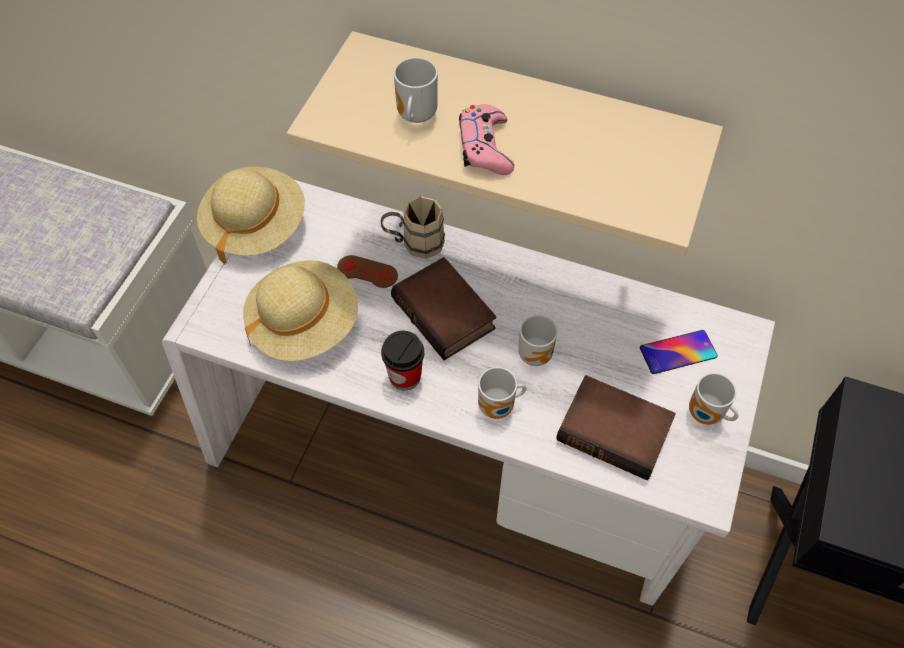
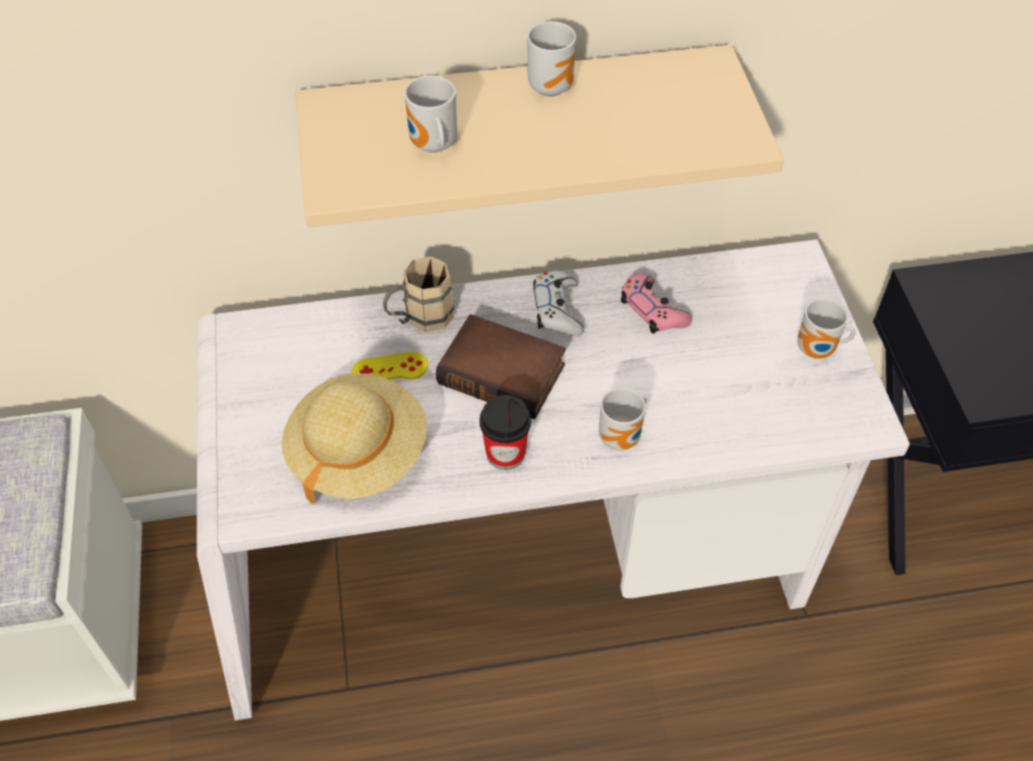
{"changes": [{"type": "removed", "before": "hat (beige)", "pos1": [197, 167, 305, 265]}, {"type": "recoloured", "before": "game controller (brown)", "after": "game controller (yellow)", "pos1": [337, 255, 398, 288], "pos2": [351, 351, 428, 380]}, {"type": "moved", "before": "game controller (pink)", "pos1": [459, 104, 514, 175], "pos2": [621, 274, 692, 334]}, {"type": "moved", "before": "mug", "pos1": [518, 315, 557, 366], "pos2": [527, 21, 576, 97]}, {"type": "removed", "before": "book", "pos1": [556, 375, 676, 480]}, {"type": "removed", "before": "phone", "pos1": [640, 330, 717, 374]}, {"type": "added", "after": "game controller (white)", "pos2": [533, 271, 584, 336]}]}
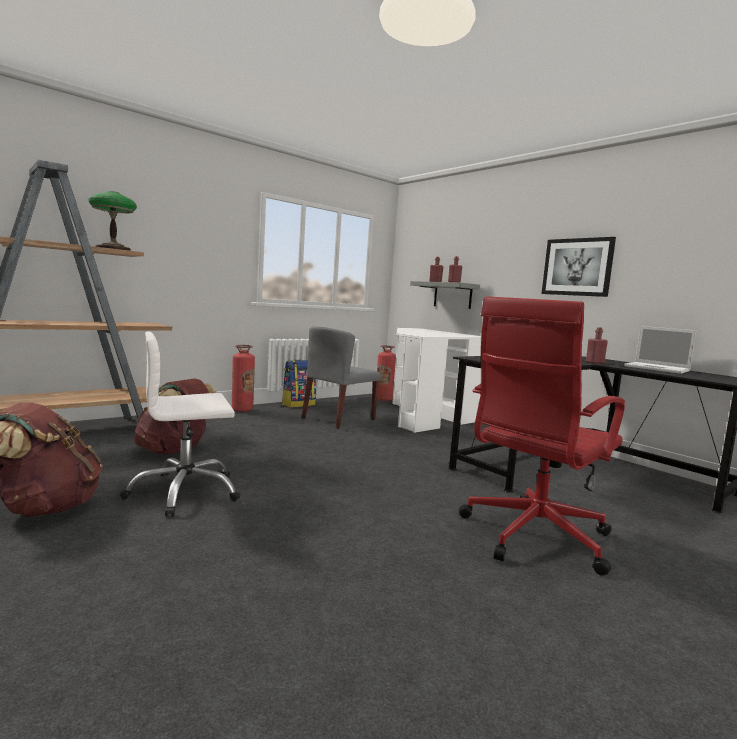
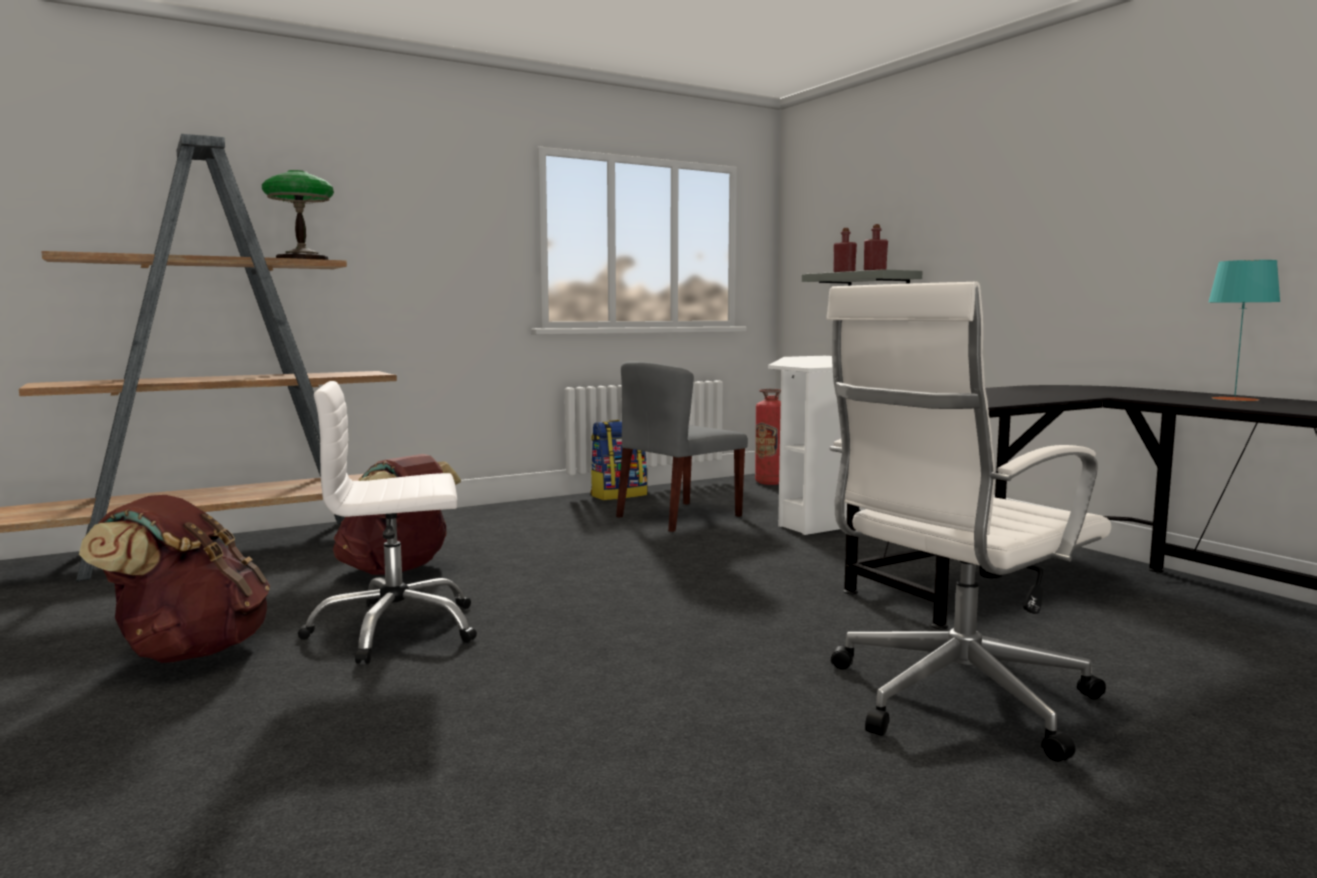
{"changes": [{"type": "removed", "before": "fire extinguisher", "pos1": [232, 345, 255, 412]}, {"type": "recoloured", "before": "office chair (red)", "after": "office chair (white)", "pos1": [459, 296, 625, 576], "pos2": [826, 282, 1111, 762]}, {"type": "removed", "before": "picture", "pos1": [542, 237, 616, 297]}, {"type": "removed", "before": "bottle (red)", "pos1": [586, 327, 608, 363]}, {"type": "replaced", "before": "laptop", "after": "table lamp (turquoise)", "pos1": [624, 326, 696, 374], "pos2": [1209, 260, 1281, 402]}]}
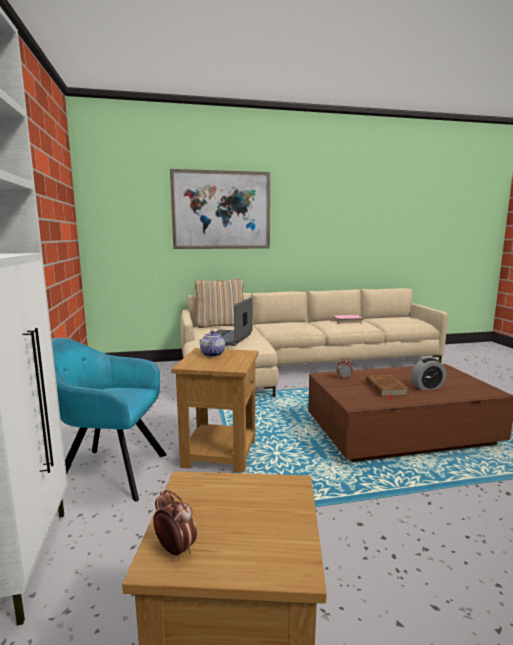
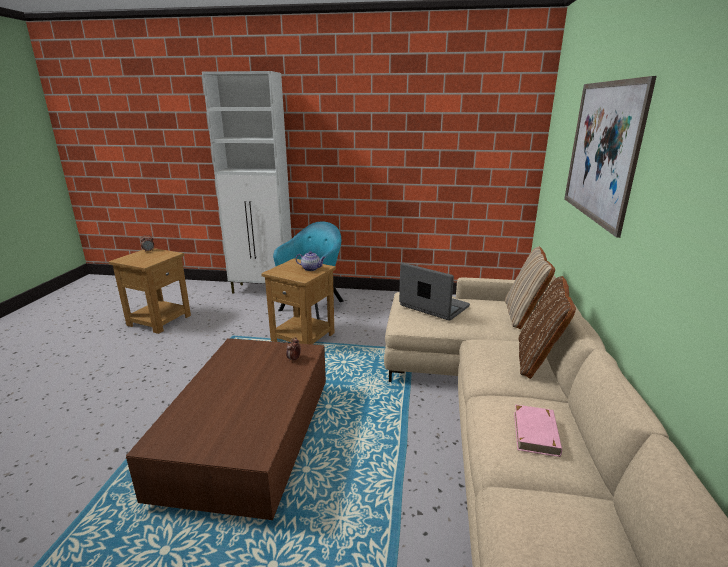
{"changes": [{"type": "removed", "before": "book (brown)", "pos1": [366, 375, 409, 400]}, {"type": "removed", "before": "alarm clock", "pos1": [411, 358, 447, 390]}, {"type": "added", "after": "pillow (brown)", "pos2": [518, 276, 576, 379]}]}
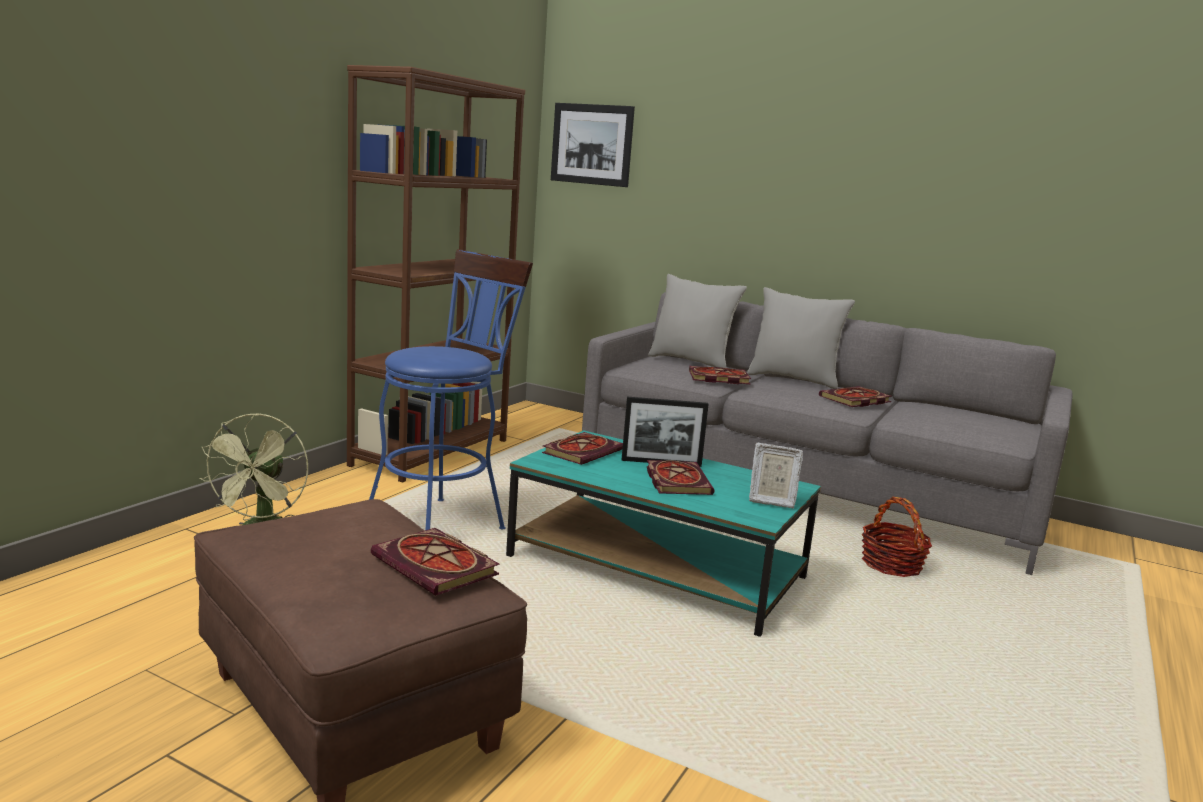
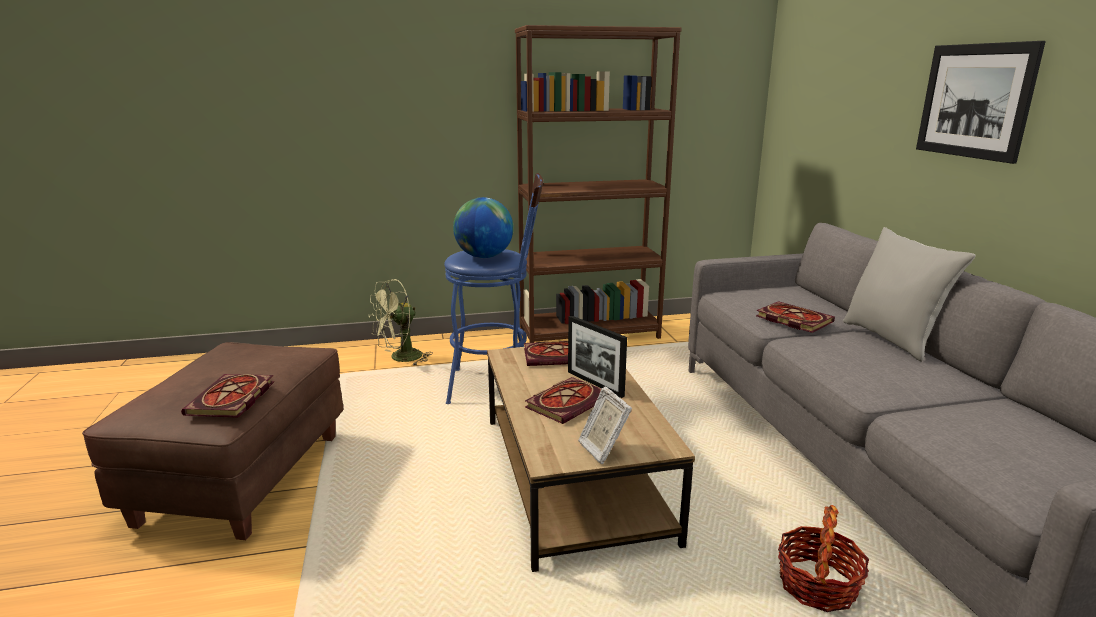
{"changes": [{"type": "recoloured", "before": "coffee table (turquoise)", "after": "coffee table (brown)", "pos1": [506, 430, 821, 637], "pos2": [487, 347, 695, 572]}, {"type": "moved", "before": "picture", "pos1": [551, 103, 635, 187], "pos2": [916, 41, 1046, 164]}, {"type": "removed", "before": "pillow (grey)", "pos1": [648, 274, 747, 368]}, {"type": "removed", "before": "book", "pos1": [819, 386, 892, 407]}, {"type": "added", "after": "globe", "pos2": [453, 197, 514, 258]}]}
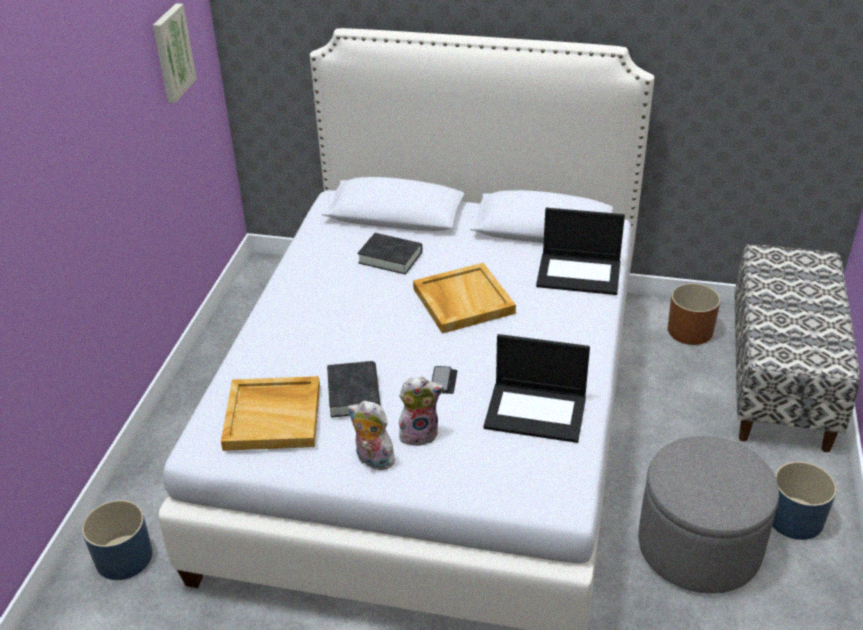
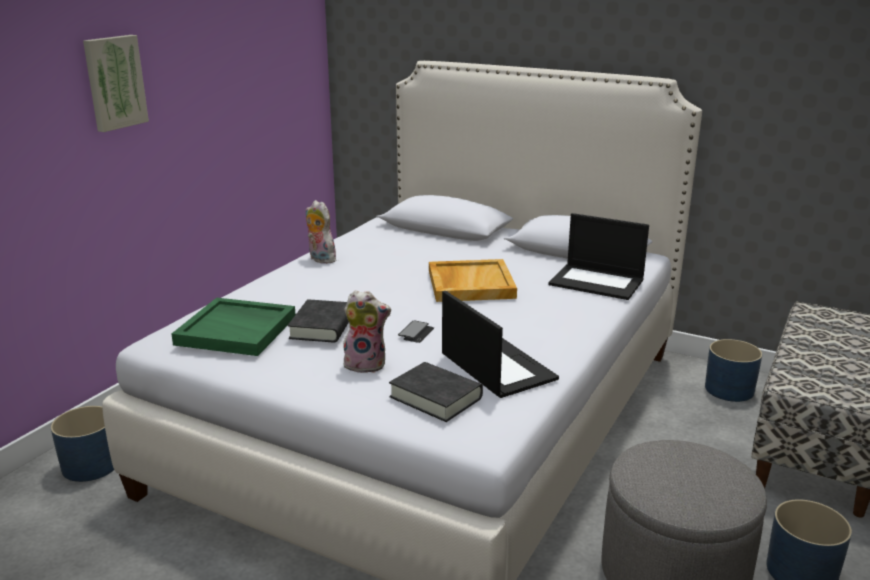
{"changes": [{"type": "moved", "before": "picture", "pos1": [153, 3, 197, 103], "pos2": [83, 35, 149, 132]}, {"type": "recoloured", "before": "tray (beige)", "after": "tray (green)", "pos1": [221, 376, 320, 451], "pos2": [171, 298, 296, 356]}, {"type": "moved", "before": "plush toy", "pos1": [347, 401, 397, 470], "pos2": [306, 200, 336, 264]}, {"type": "moved", "before": "book (black)", "pos1": [357, 233, 422, 275], "pos2": [389, 362, 483, 422]}, {"type": "turned", "before": "laptop", "pos1": [484, 334, 590, 443], "pos2": [442, 291, 559, 398], "turn": -150}, {"type": "recoloured", "before": "planter (brown)", "after": "planter (blue)", "pos1": [668, 283, 720, 345], "pos2": [705, 339, 762, 402]}]}
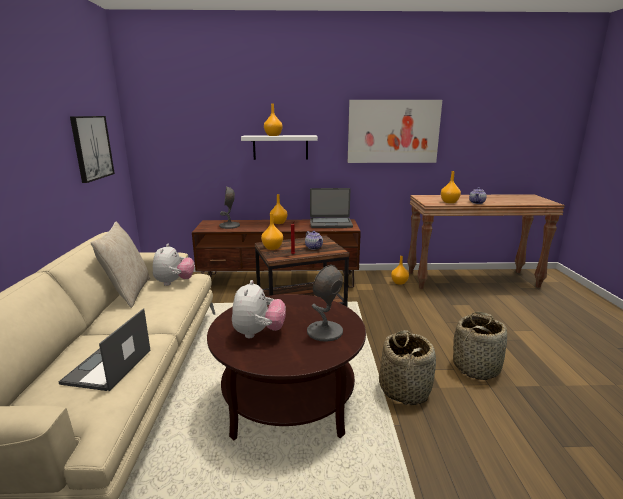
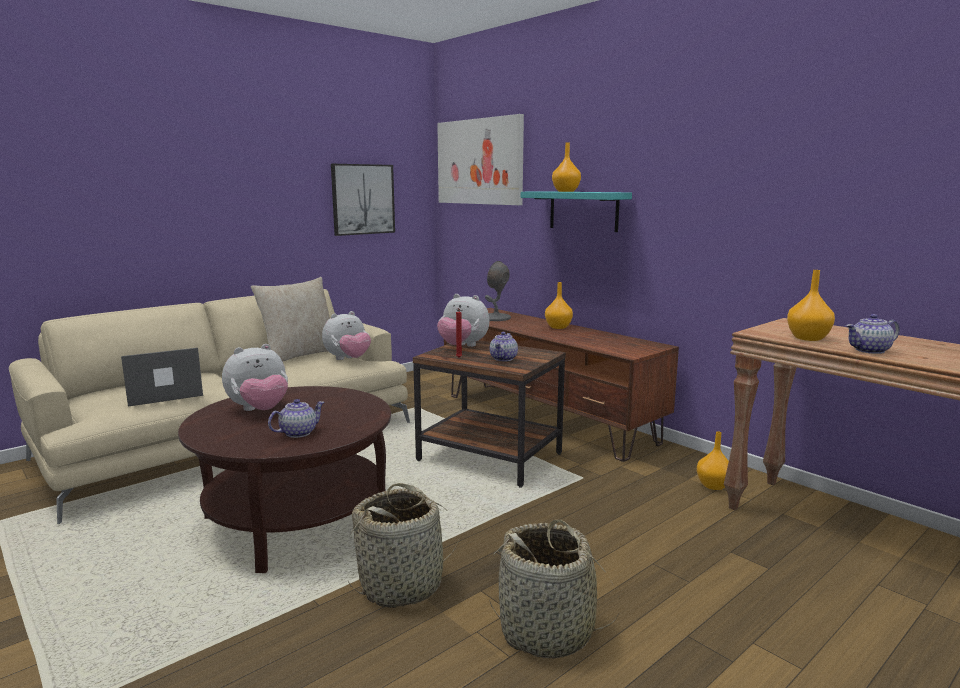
{"changes": [{"type": "recoloured", "before": "shelf (white)", "after": "shelf (turquoise)", "pos1": [241, 135, 318, 160], "pos2": [521, 191, 632, 232]}, {"type": "replaced", "before": "vase (orange)", "after": "plush toy", "pos1": [261, 213, 283, 250], "pos2": [437, 294, 489, 347]}, {"type": "replaced", "before": "table lamp (grey)", "after": "teapot", "pos1": [307, 265, 343, 342], "pos2": [268, 399, 325, 438]}, {"type": "removed", "before": "laptop", "pos1": [310, 188, 353, 228]}, {"type": "moved", "before": "picture", "pos1": [348, 100, 442, 163], "pos2": [437, 114, 524, 205]}]}
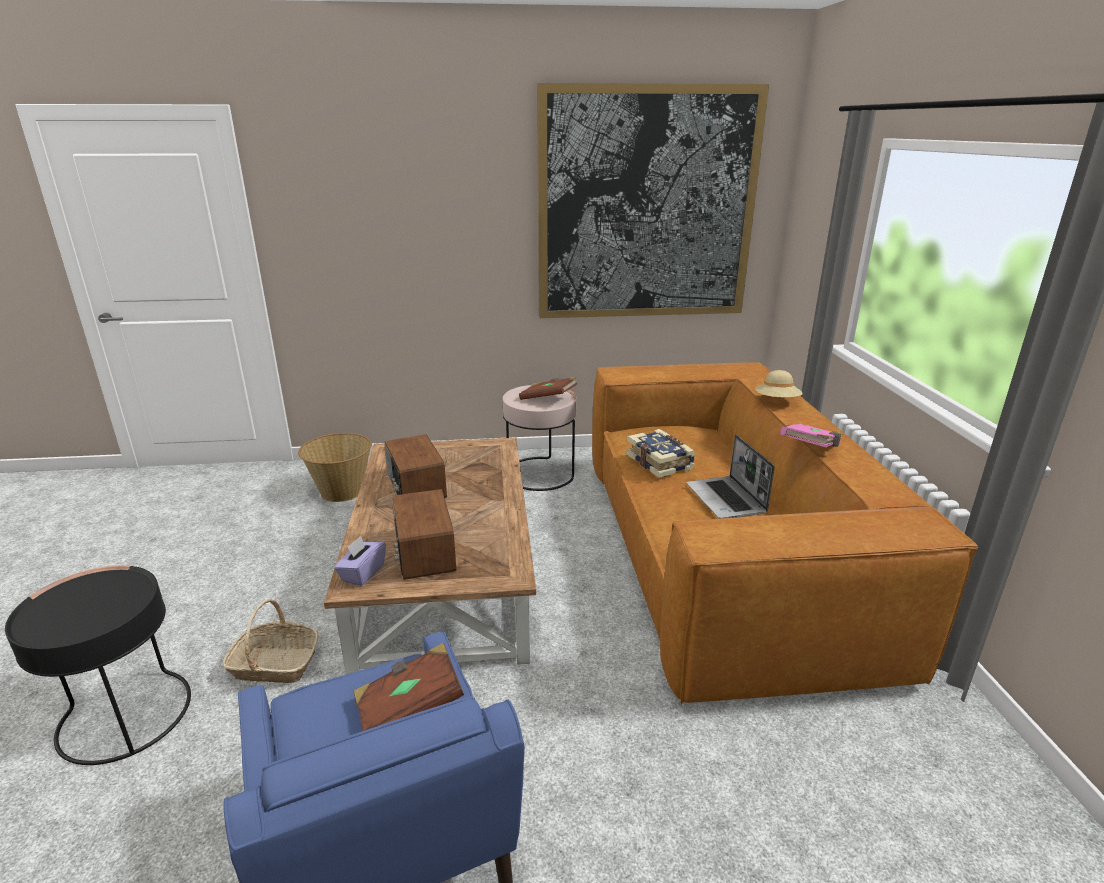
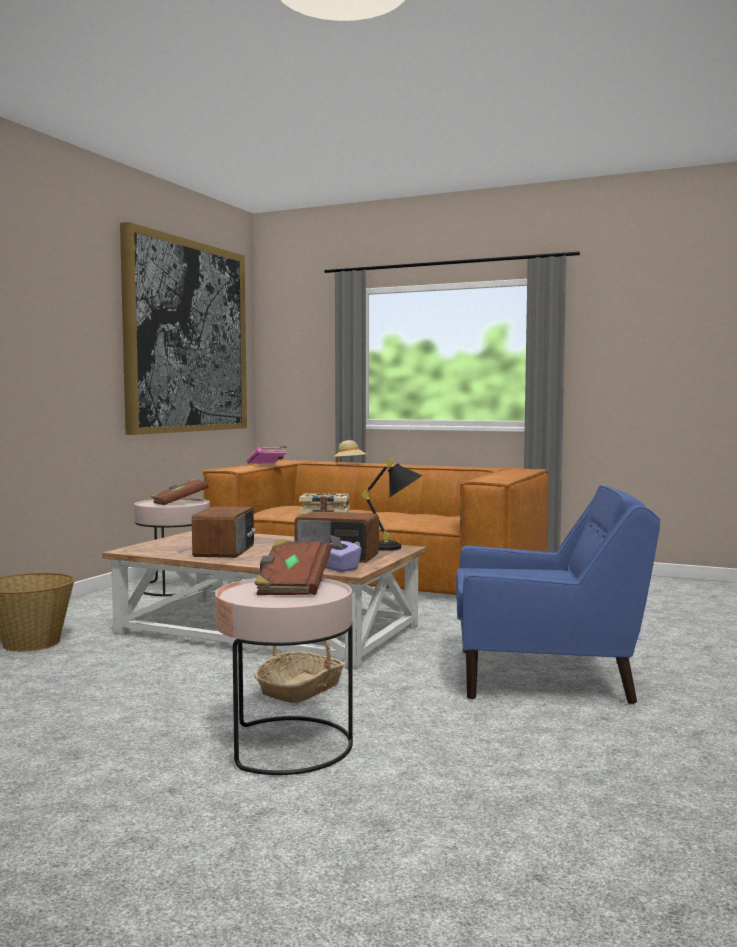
{"changes": [{"type": "recoloured", "before": "side table (black)", "after": "side table (pink)", "pos1": [5, 565, 191, 765], "pos2": [215, 578, 353, 775]}, {"type": "moved", "before": "book (brown)", "pos1": [354, 643, 464, 731], "pos2": [254, 539, 332, 595]}, {"type": "turned", "before": "radio", "pos1": [384, 434, 447, 498], "pos2": [192, 506, 256, 558], "turn": -90}, {"type": "removed", "before": "laptop", "pos1": [686, 435, 775, 519]}, {"type": "moved", "before": "book (pink)", "pos1": [780, 424, 844, 447], "pos2": [247, 446, 287, 463]}, {"type": "added", "after": "table lamp (black)", "pos2": [362, 459, 423, 551]}]}
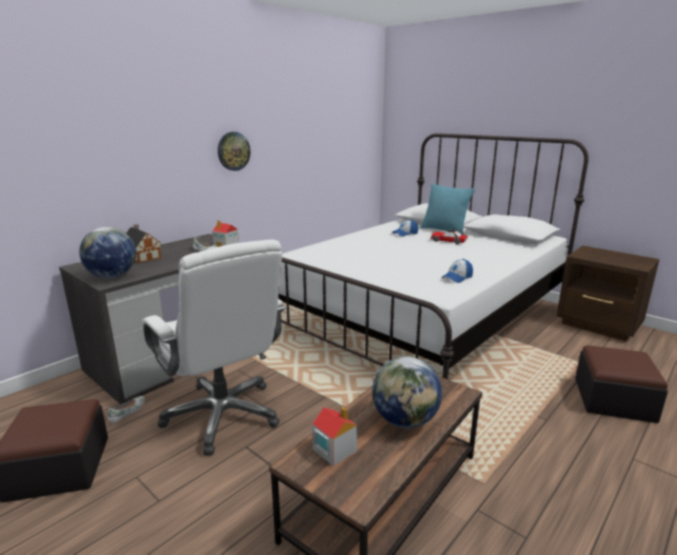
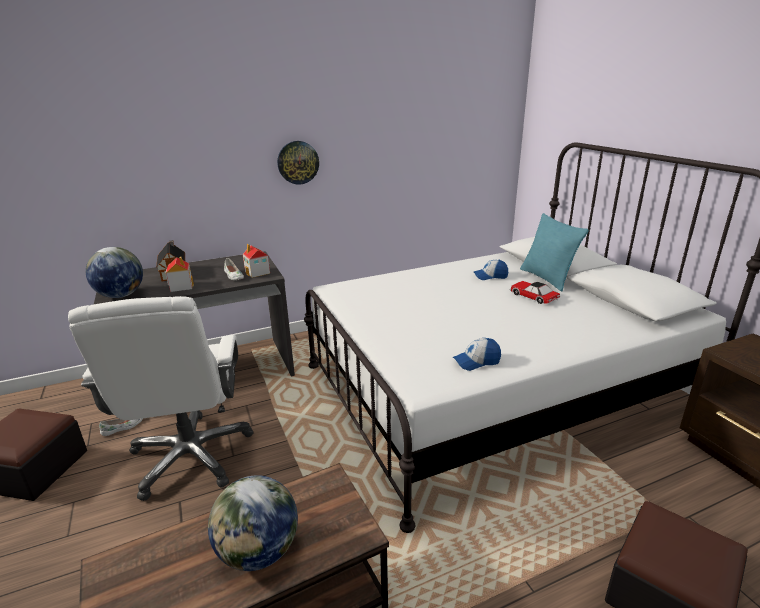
{"changes": [{"type": "moved", "before": "toy house", "pos1": [312, 407, 357, 466], "pos2": [165, 257, 194, 292]}]}
